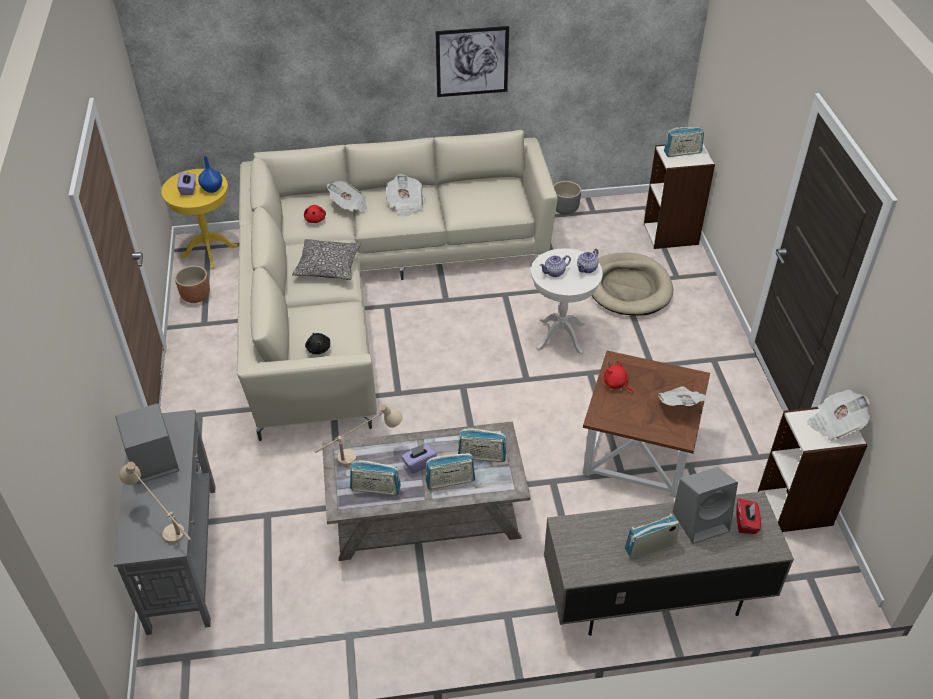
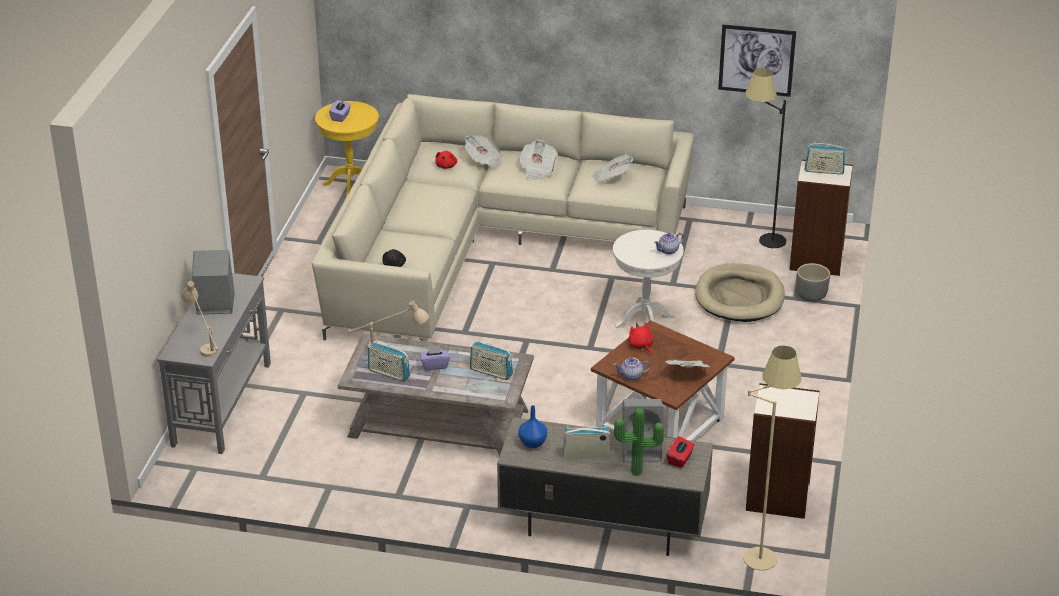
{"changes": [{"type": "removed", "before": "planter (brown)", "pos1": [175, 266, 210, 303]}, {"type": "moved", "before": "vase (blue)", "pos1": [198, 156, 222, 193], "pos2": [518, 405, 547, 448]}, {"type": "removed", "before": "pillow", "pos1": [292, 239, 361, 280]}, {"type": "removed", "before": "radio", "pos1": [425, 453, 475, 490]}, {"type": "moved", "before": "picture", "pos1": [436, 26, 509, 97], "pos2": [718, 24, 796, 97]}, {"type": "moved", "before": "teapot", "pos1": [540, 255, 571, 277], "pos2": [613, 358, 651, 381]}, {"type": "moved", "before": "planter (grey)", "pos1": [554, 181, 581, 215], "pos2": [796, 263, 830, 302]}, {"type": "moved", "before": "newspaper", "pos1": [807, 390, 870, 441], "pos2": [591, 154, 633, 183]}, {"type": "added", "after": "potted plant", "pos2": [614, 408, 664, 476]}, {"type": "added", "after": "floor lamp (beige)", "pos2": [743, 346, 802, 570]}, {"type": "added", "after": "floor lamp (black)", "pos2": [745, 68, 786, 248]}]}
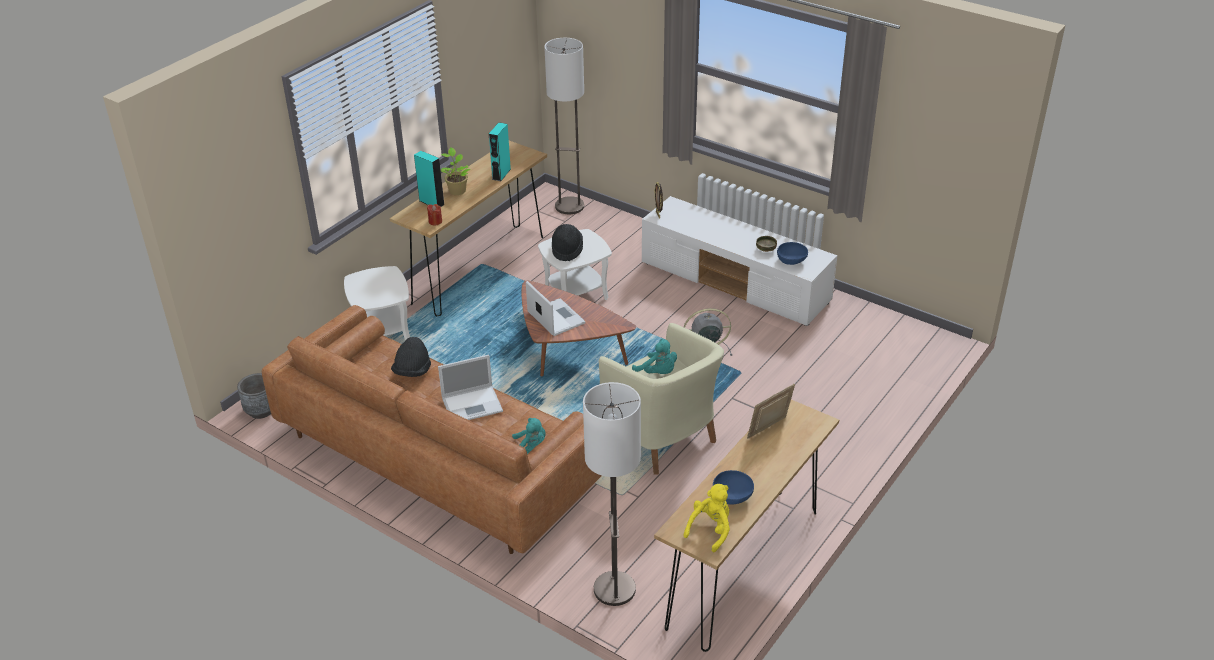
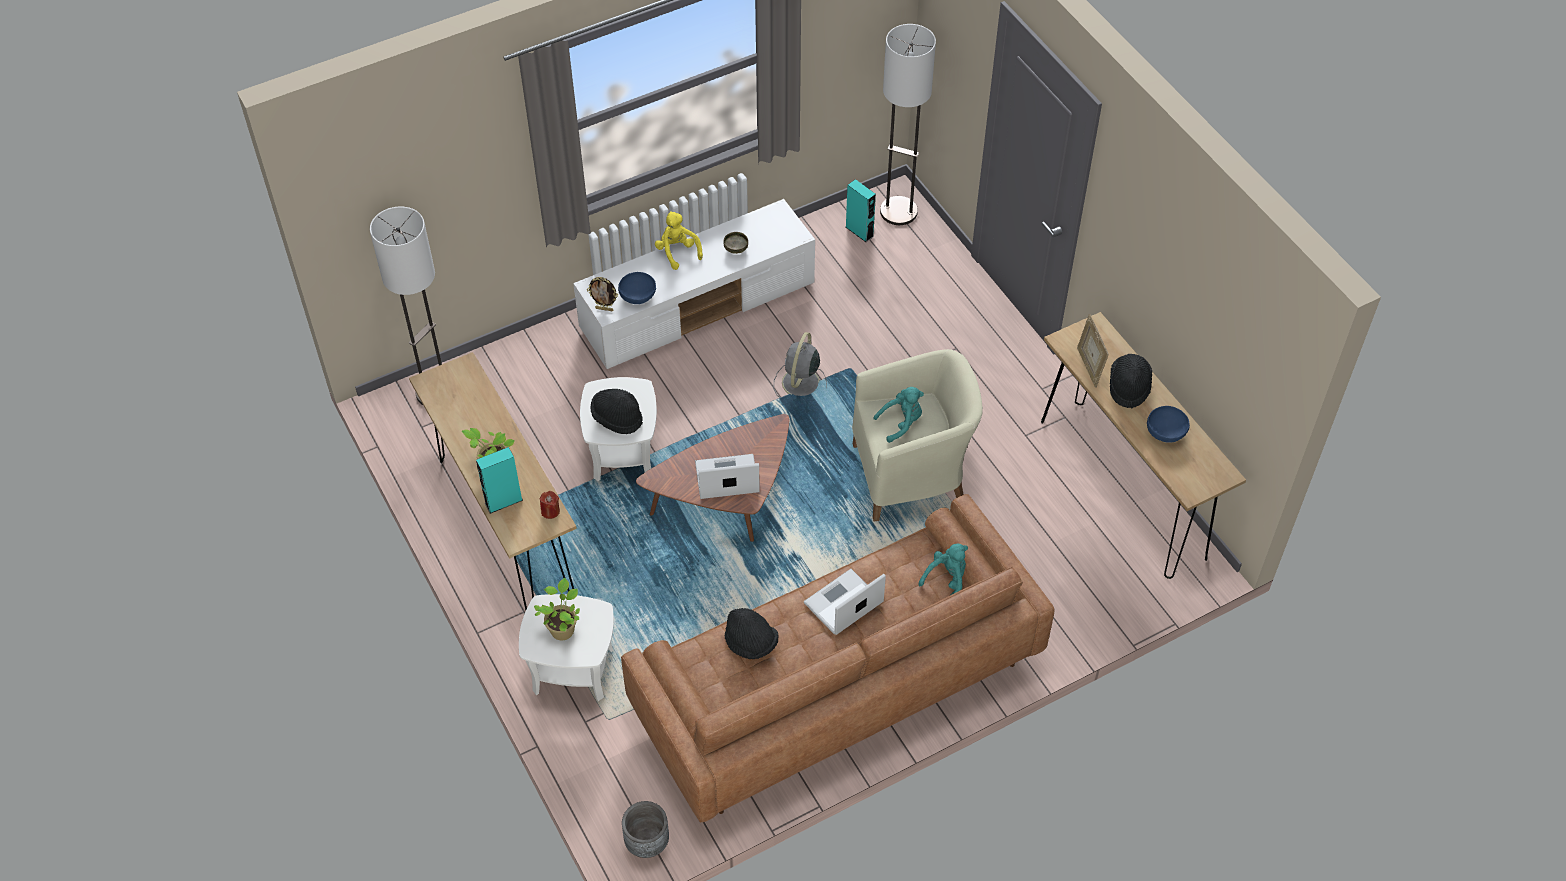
{"changes": [{"type": "turned", "before": "laptop", "pos1": [438, 355, 503, 420], "pos2": [804, 569, 886, 635], "turn": -135}, {"type": "moved", "before": "speaker (turquoise)", "pos1": [489, 122, 511, 181], "pos2": [846, 179, 876, 242]}, {"type": "moved", "before": "floor lamp", "pos1": [583, 382, 641, 606], "pos2": [880, 24, 936, 225]}, {"type": "moved", "before": "plush toy (yellow)", "pos1": [684, 484, 730, 552], "pos2": [655, 211, 703, 270]}, {"type": "moved", "before": "bowl (blue)", "pos1": [777, 242, 808, 265], "pos2": [618, 272, 656, 304]}, {"type": "added", "after": "potted plant", "pos2": [534, 578, 580, 640]}, {"type": "added", "after": "hat (black)", "pos2": [1110, 354, 1152, 408]}]}
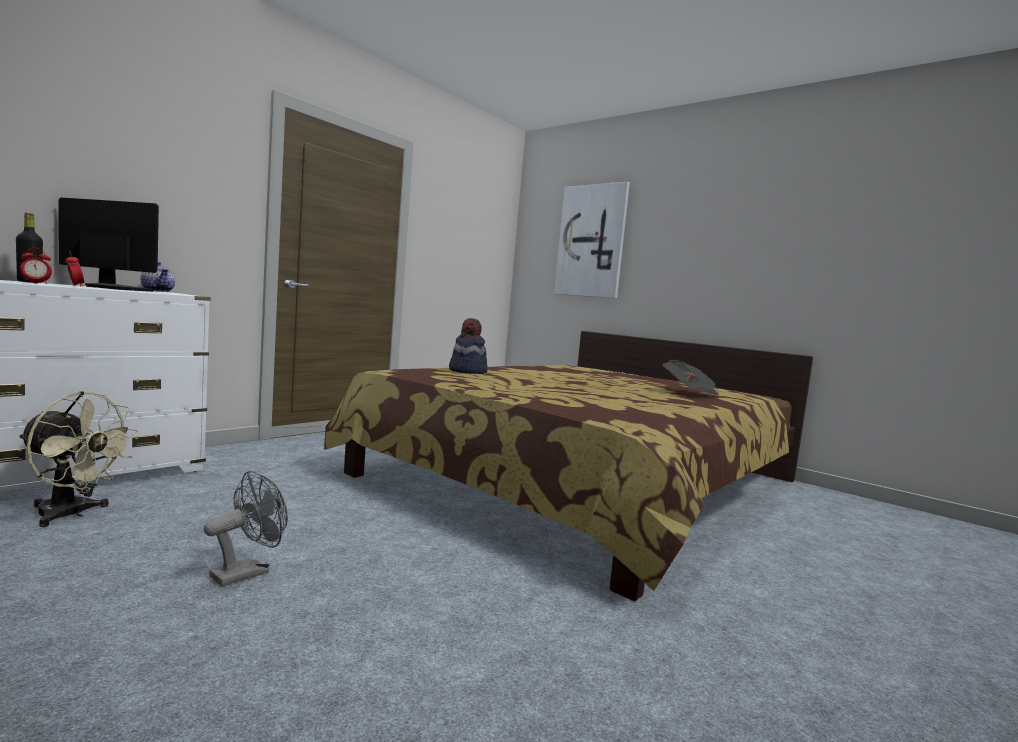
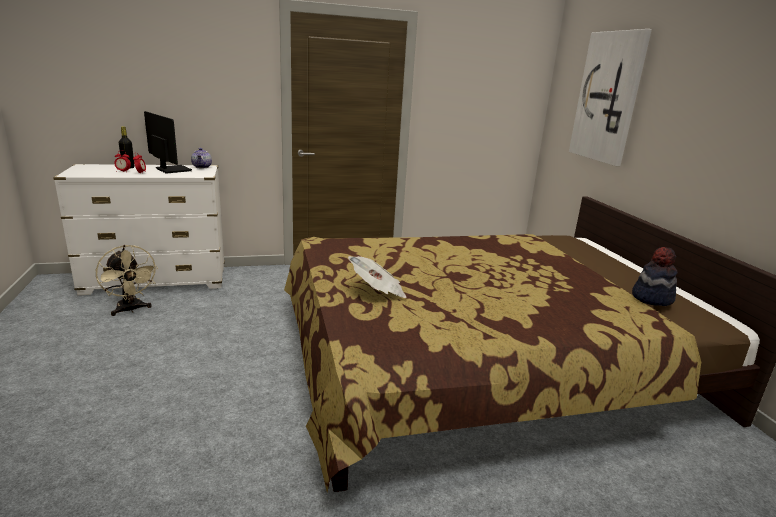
{"changes": [{"type": "removed", "before": "fan (grey)", "pos1": [204, 471, 288, 587]}, {"type": "moved", "before": "hat", "pos1": [449, 318, 488, 374], "pos2": [632, 247, 677, 306]}, {"type": "moved", "before": "newspaper", "pos1": [662, 360, 719, 395], "pos2": [348, 256, 407, 298]}]}
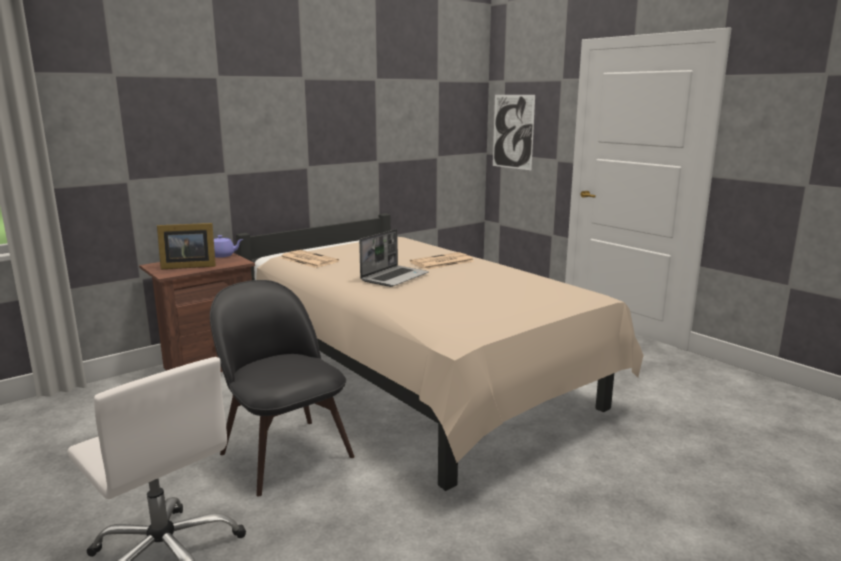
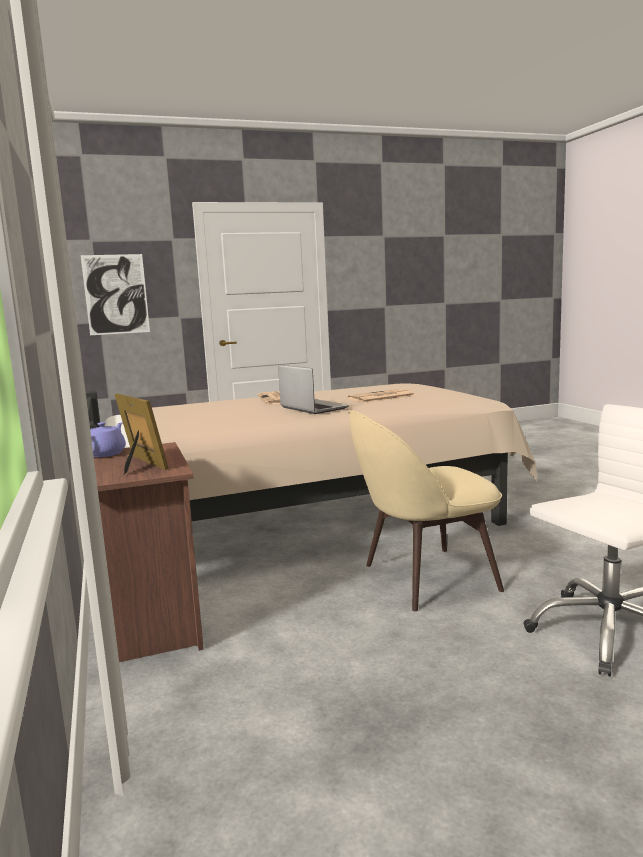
{"changes": [{"type": "turned", "before": "picture frame", "pos1": [157, 223, 216, 269], "pos2": [114, 393, 169, 475], "turn": -45}, {"type": "recoloured", "before": "chair (black)", "after": "chair (beige)", "pos1": [210, 280, 355, 497], "pos2": [348, 410, 504, 611]}, {"type": "moved", "before": "newspaper", "pos1": [281, 250, 339, 268], "pos2": [348, 389, 415, 403]}]}
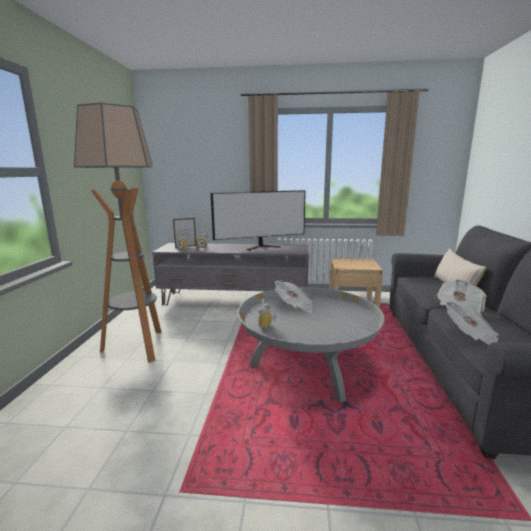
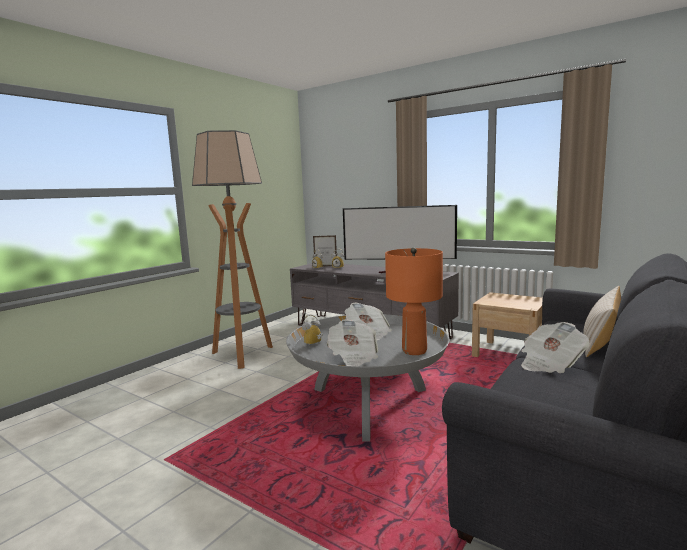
{"changes": [{"type": "moved", "before": "newspaper", "pos1": [446, 301, 499, 345], "pos2": [327, 319, 378, 366]}, {"type": "added", "after": "table lamp (orange)", "pos2": [385, 248, 443, 355]}]}
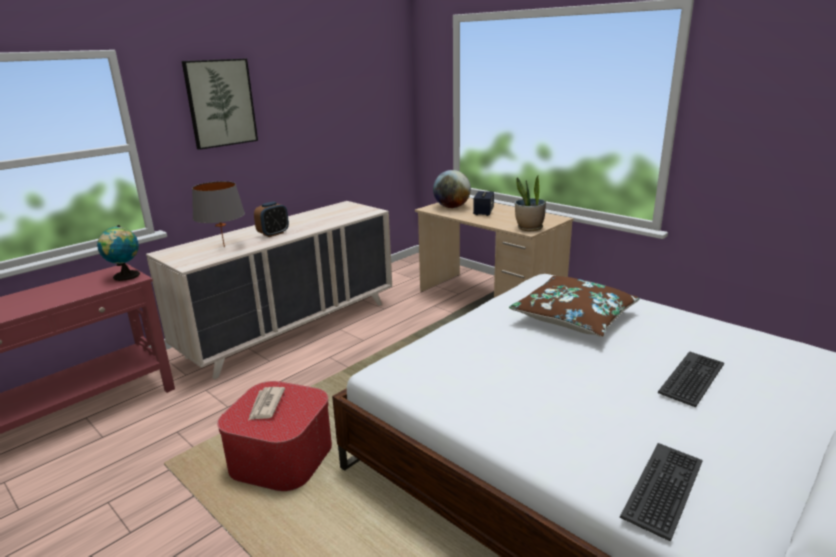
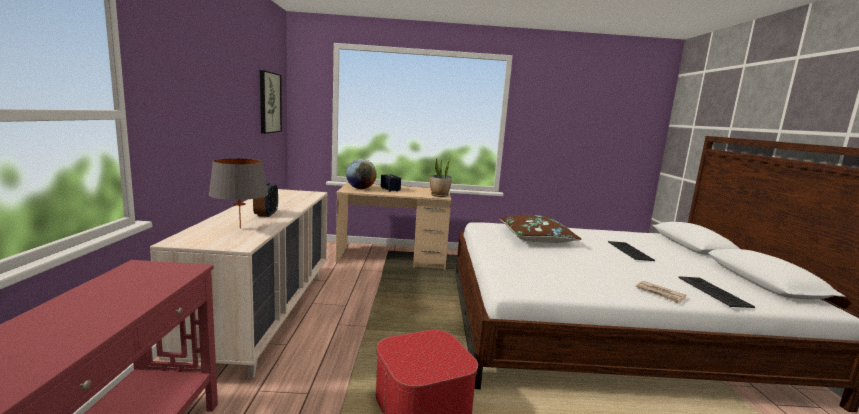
{"changes": [{"type": "removed", "before": "globe", "pos1": [97, 225, 140, 281]}, {"type": "moved", "before": "picture", "pos1": [182, 59, 258, 150], "pos2": [260, 70, 282, 134]}, {"type": "moved", "before": "newspaper", "pos1": [248, 387, 285, 420], "pos2": [636, 281, 686, 304]}]}
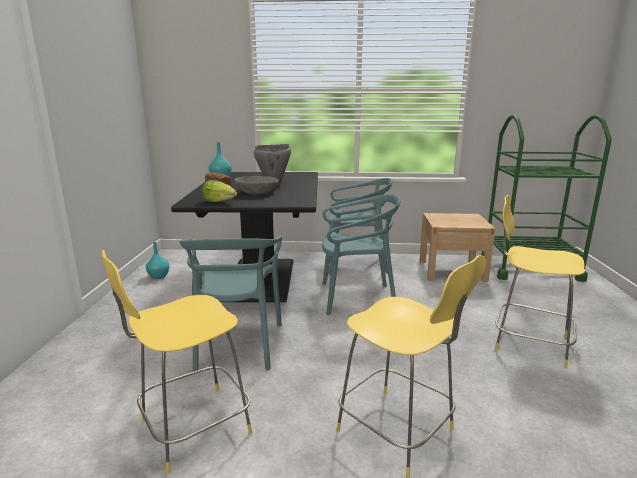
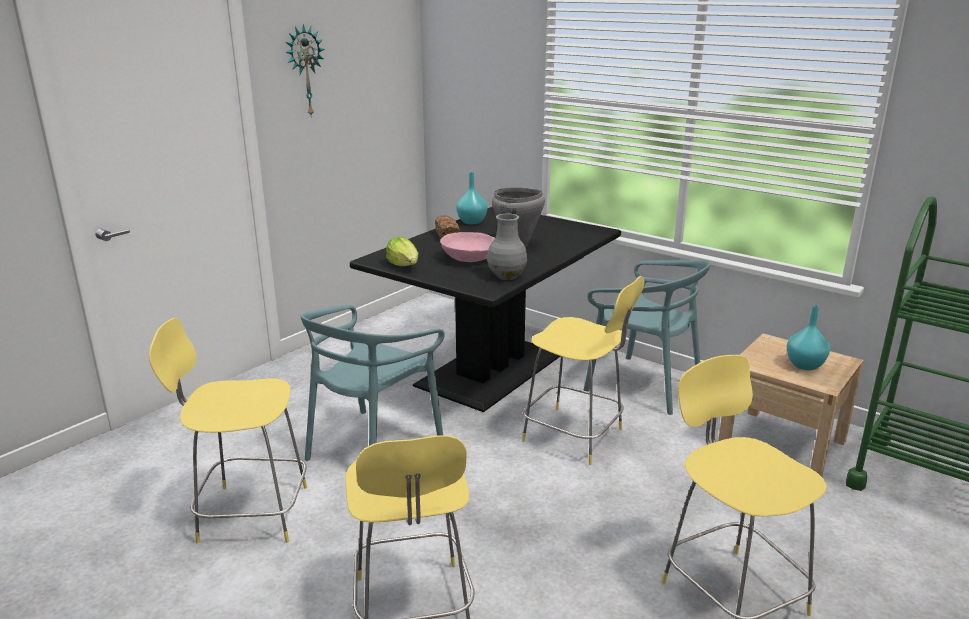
{"changes": [{"type": "moved", "before": "vase (turquoise)", "pos1": [146, 242, 169, 279], "pos2": [787, 305, 830, 370]}, {"type": "recoloured", "before": "bowl (grey)", "after": "bowl (pink)", "pos1": [235, 176, 278, 195], "pos2": [440, 232, 495, 262]}, {"type": "replaced", "before": "chair (turquoise)", "after": "stool (yellow)", "pos1": [322, 194, 401, 315], "pos2": [522, 276, 645, 465]}, {"type": "added", "after": "wall clock", "pos2": [285, 24, 325, 118]}, {"type": "added", "after": "vase (grey)", "pos2": [487, 214, 527, 280]}]}
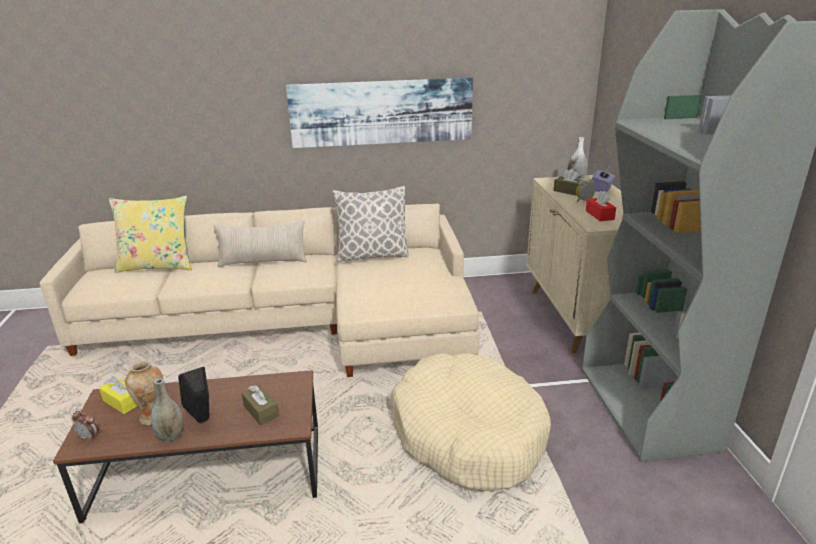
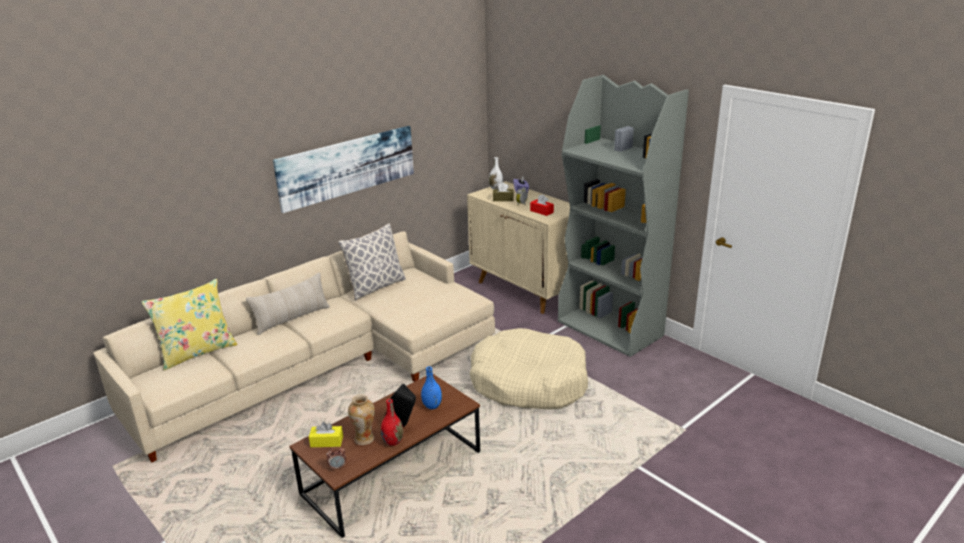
{"changes": [{"type": "recoloured", "before": "vase (grey)", "after": "vase (red)", "pos1": [151, 378, 184, 441], "pos2": [381, 399, 403, 446]}, {"type": "replaced", "before": "tissue box (brown)", "after": "vase (blue)", "pos1": [242, 385, 279, 426], "pos2": [421, 366, 442, 409]}]}
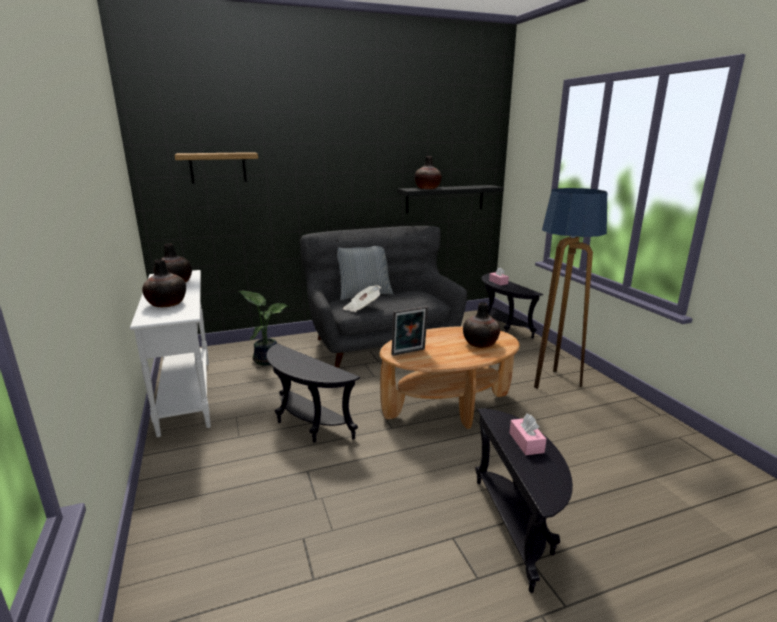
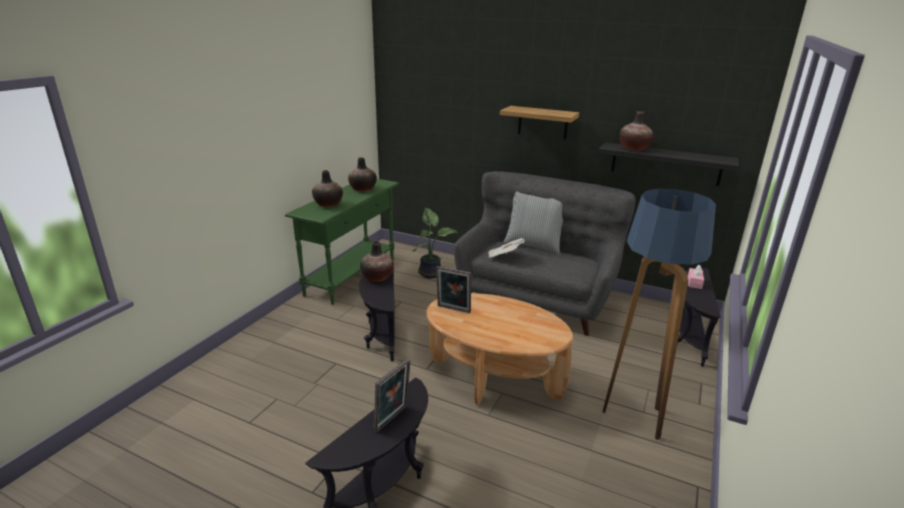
{"changes": [{"type": "recoloured", "before": "console table (white)", "after": "console table (green)", "pos1": [130, 270, 211, 437], "pos2": [285, 179, 399, 305]}, {"type": "moved", "before": "shelf", "pos1": [175, 152, 258, 183], "pos2": [500, 106, 579, 139]}, {"type": "moved", "before": "vase", "pos1": [463, 302, 500, 348], "pos2": [360, 241, 393, 282]}, {"type": "replaced", "before": "tissue box (pink)", "after": "picture frame", "pos1": [509, 414, 546, 455], "pos2": [374, 359, 410, 433]}]}
